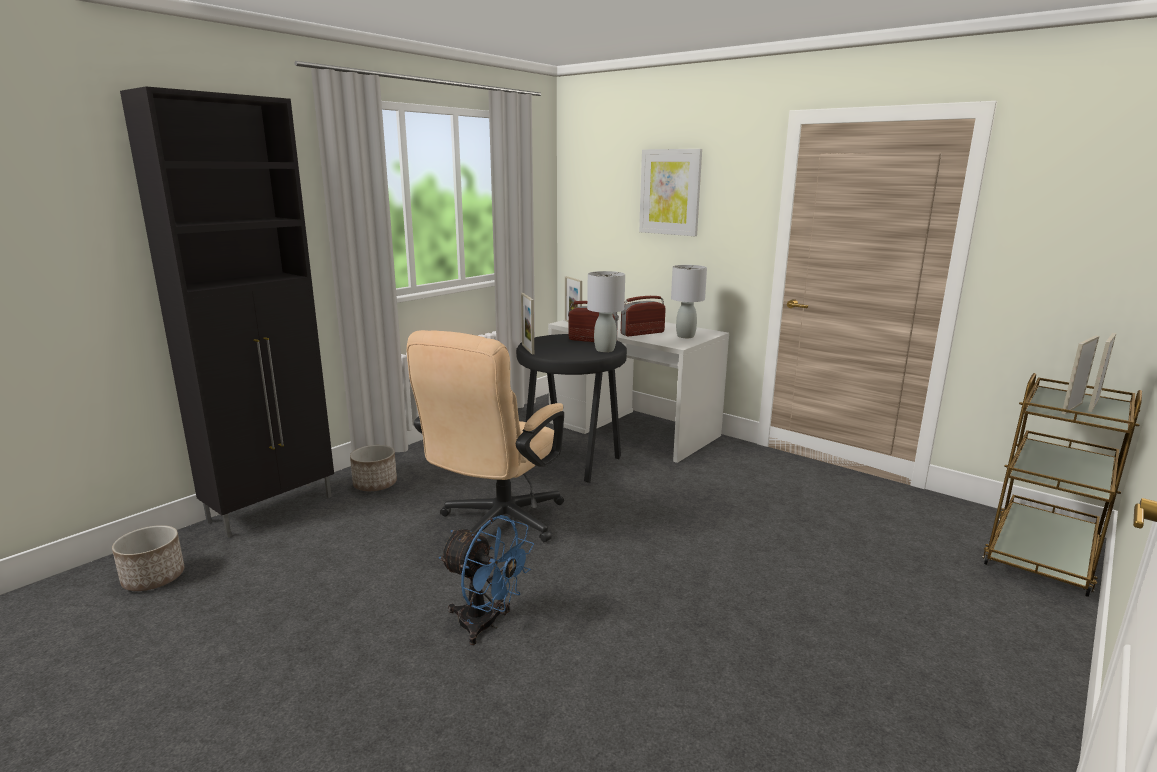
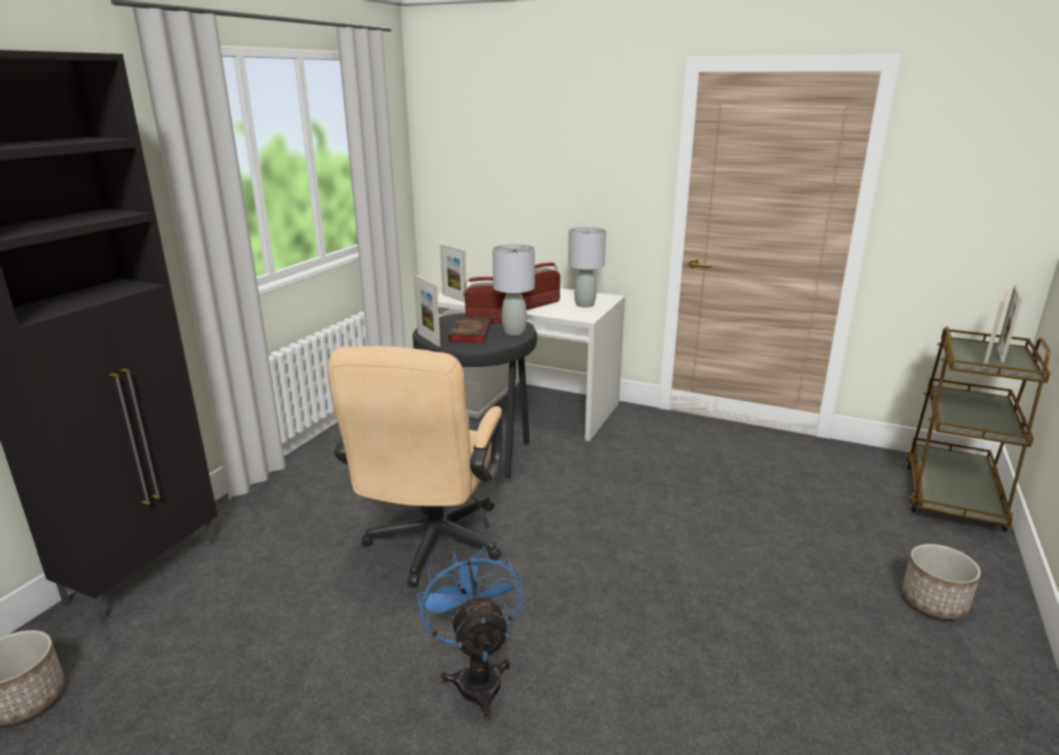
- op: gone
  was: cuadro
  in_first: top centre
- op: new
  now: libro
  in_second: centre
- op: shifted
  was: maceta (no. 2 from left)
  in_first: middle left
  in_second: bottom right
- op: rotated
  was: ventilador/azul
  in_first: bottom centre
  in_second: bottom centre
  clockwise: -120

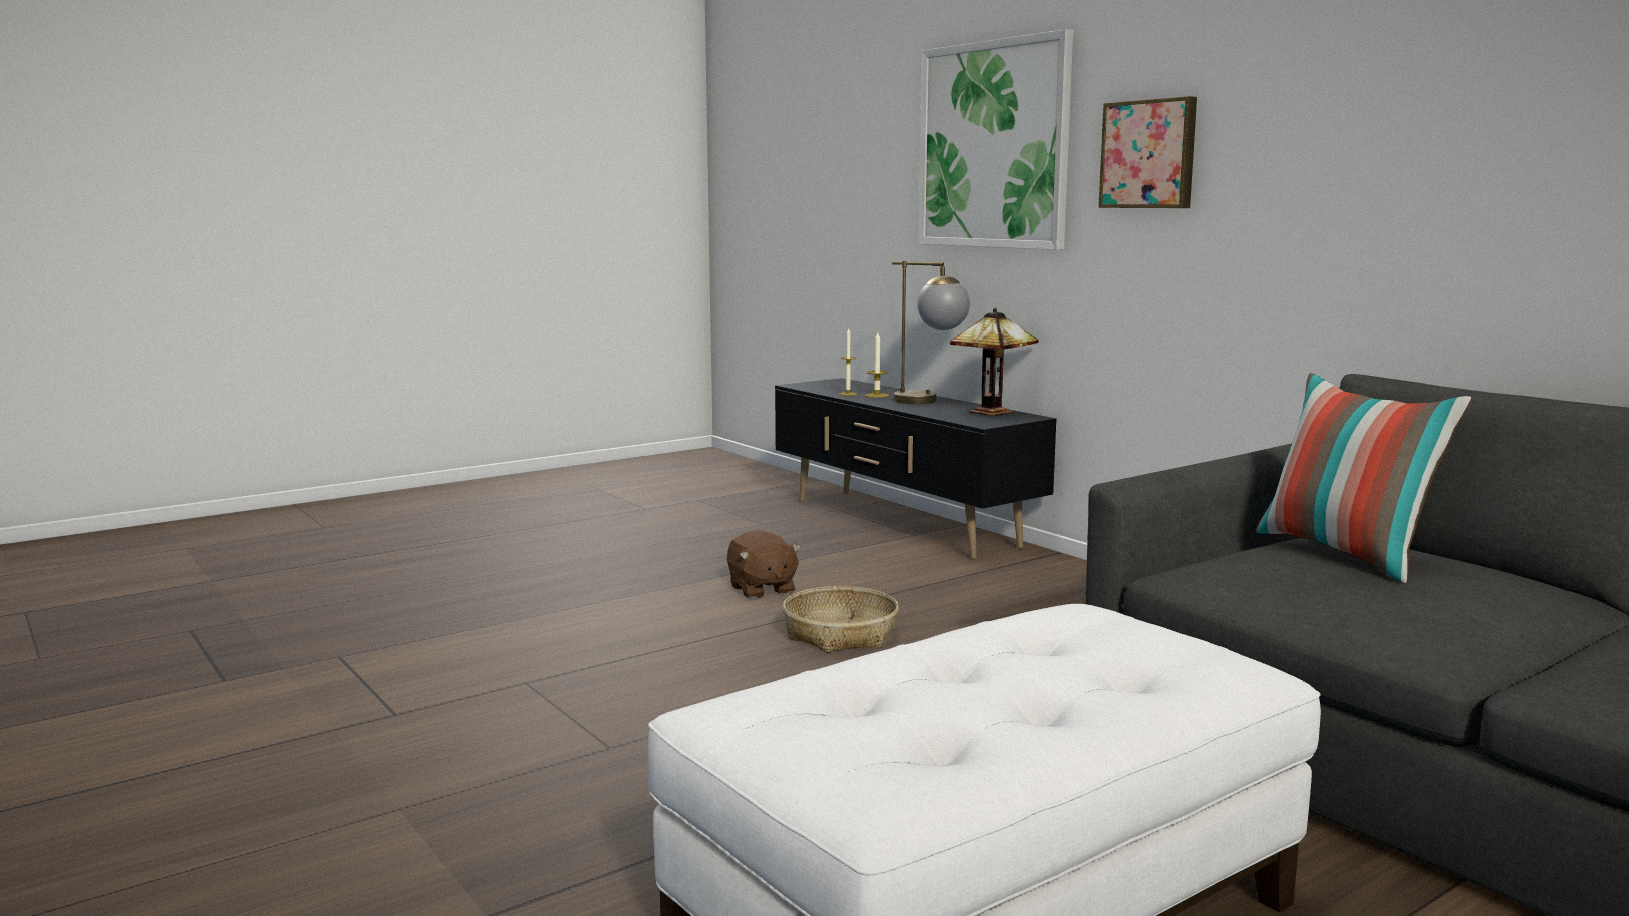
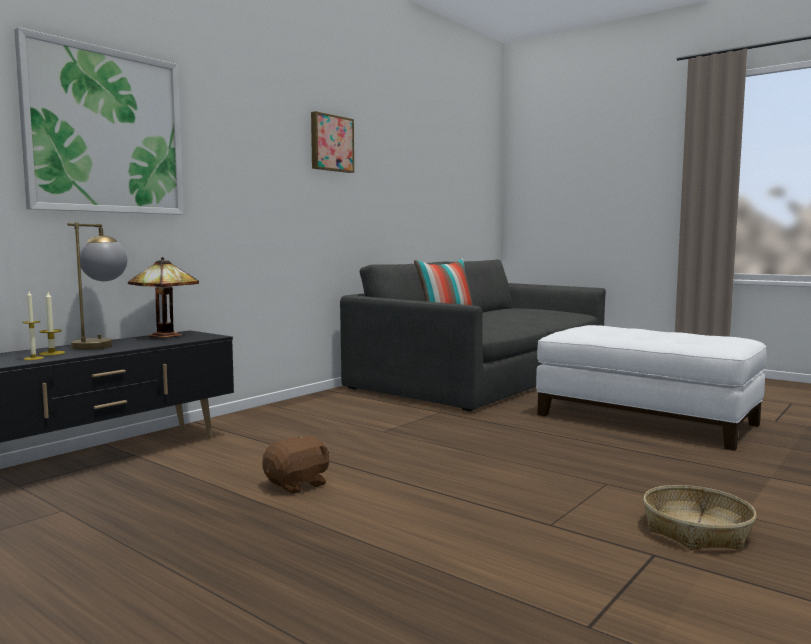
- op: shifted
  was: cesta
  in_first: bottom centre
  in_second: bottom right
- op: shifted
  was: cuadro (no. 2 from left)
  in_first: top right
  in_second: top centre

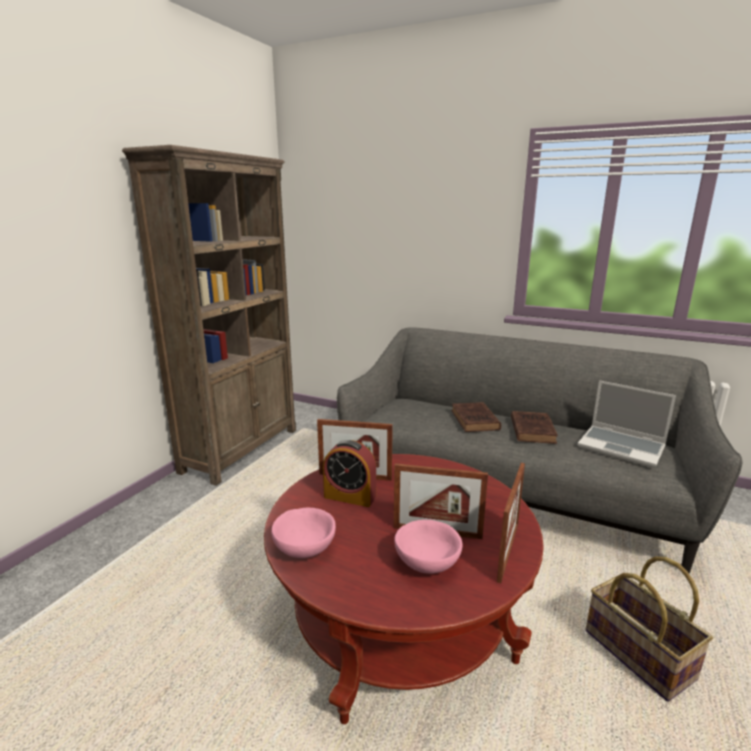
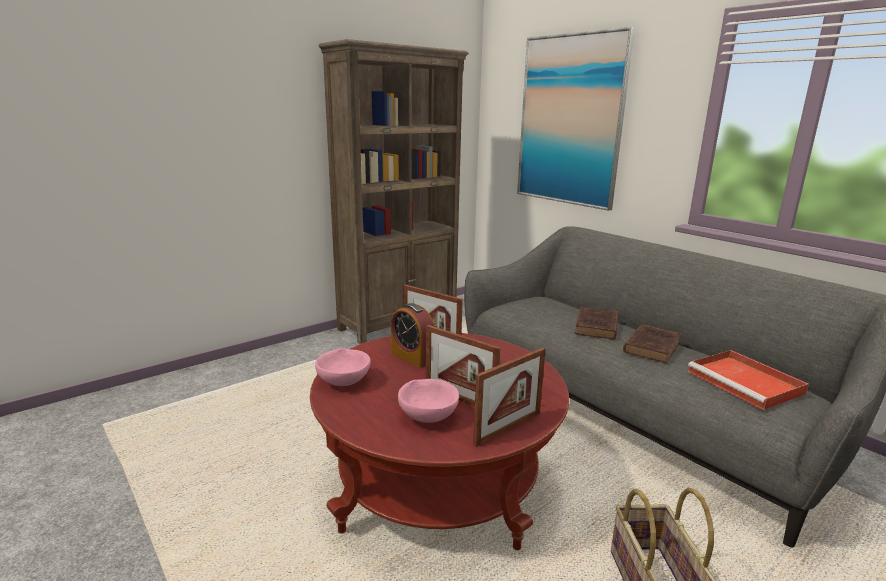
- op: new
  now: cuadro
  in_second: top centre
- op: swapped
  was: portátil
  now: bandeja/rojo
  in_first: middle right
  in_second: middle right

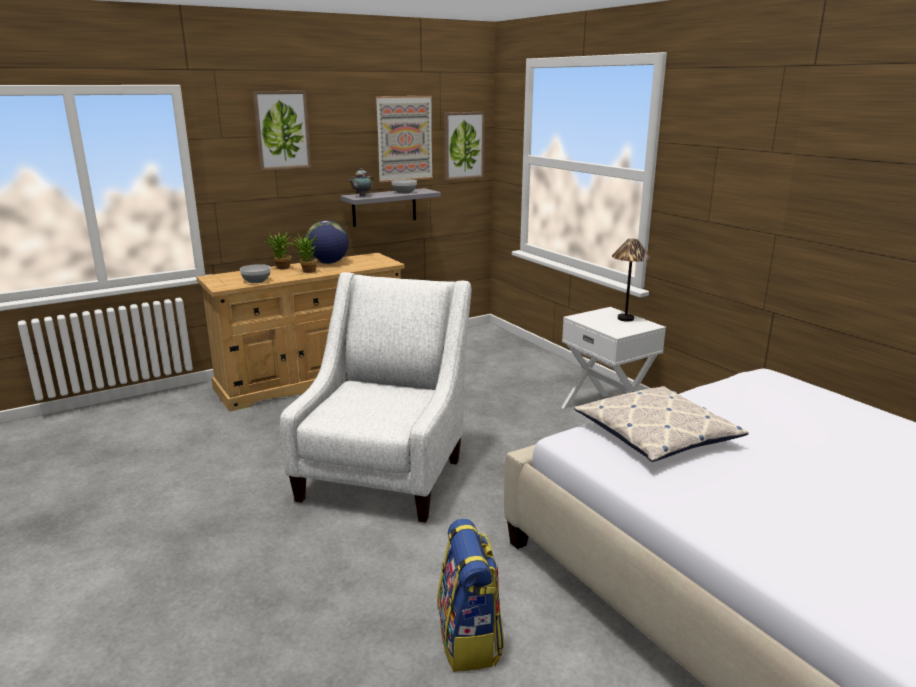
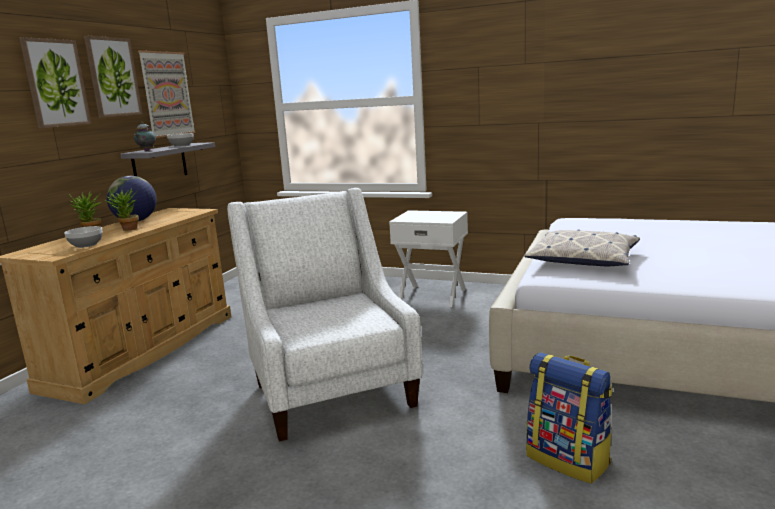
- op: gone
  was: lámpara de mesa
  in_first: middle right
- op: shifted
  was: cuadro (no. 3 from left in the first image)
  now: cuadro (no. 2 from left)
  in_first: top centre
  in_second: top left

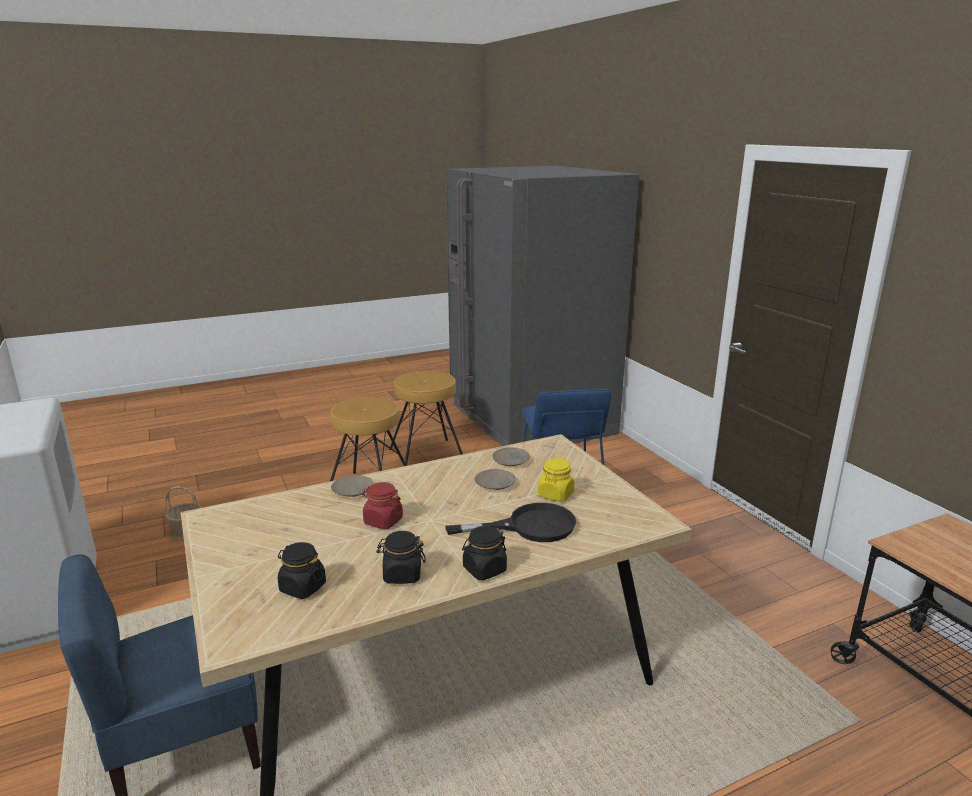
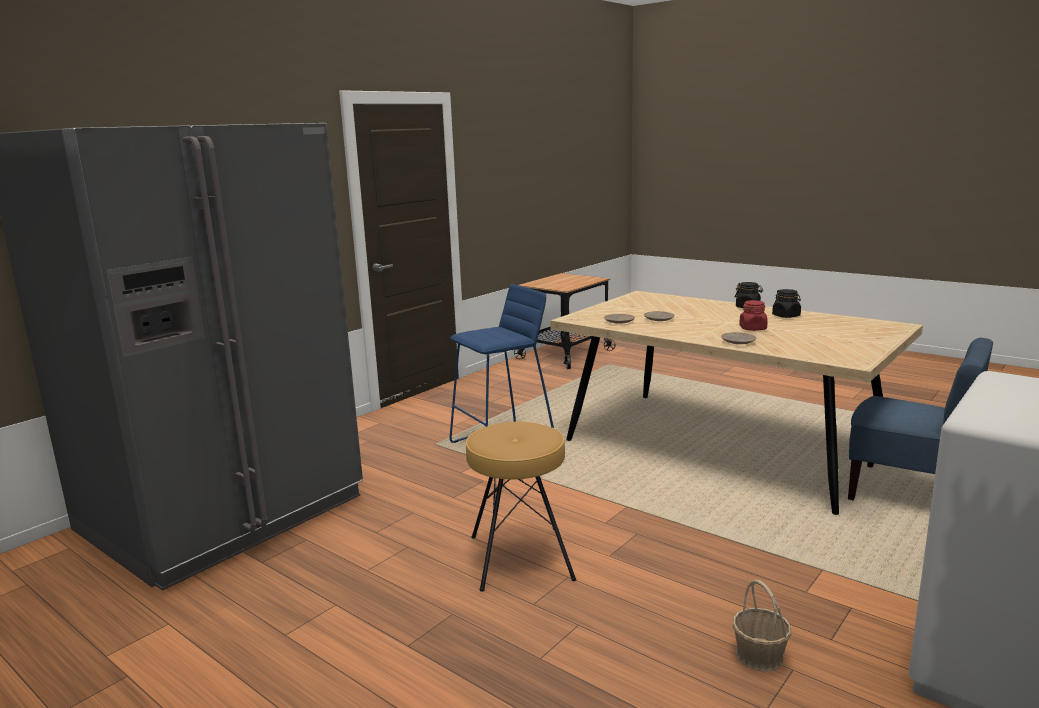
- op: gone
  was: tarro/negro (no. 1 from left)
  in_first: bottom left
- op: gone
  was: taburete/marrón (no. 2 from left)
  in_first: centre
- op: gone
  was: sartén/negro
  in_first: centre
- op: gone
  was: tarro/amarillo
  in_first: centre

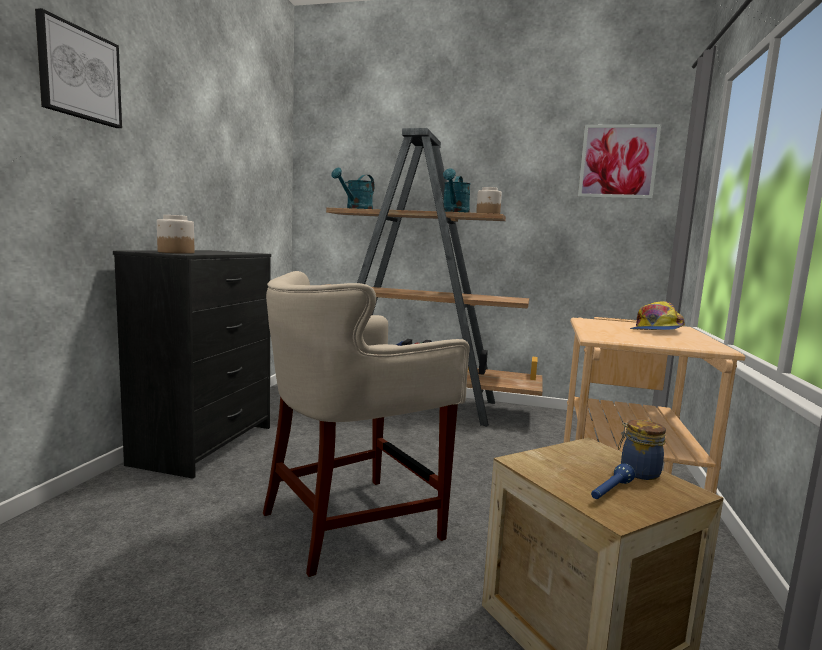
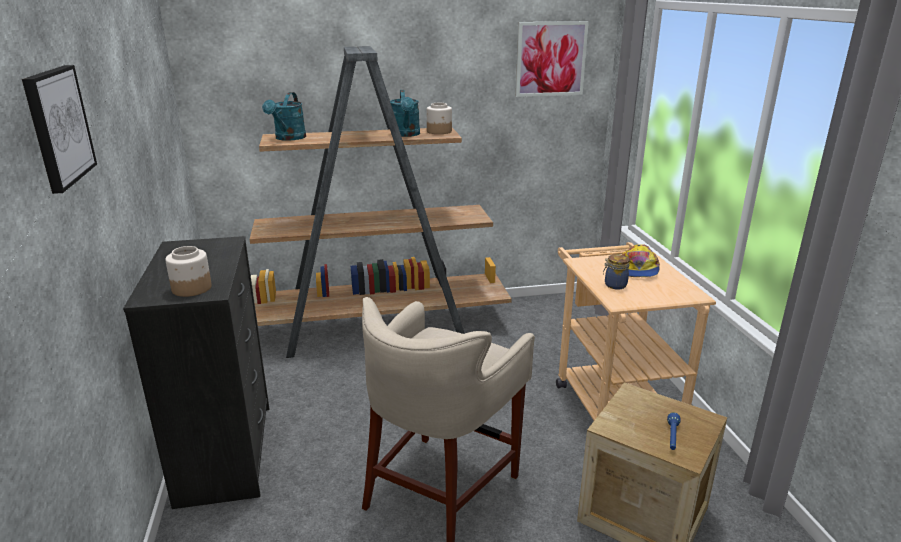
- op: shifted
  was: tarro (no. 3 from left)
  in_first: bottom right
  in_second: middle right

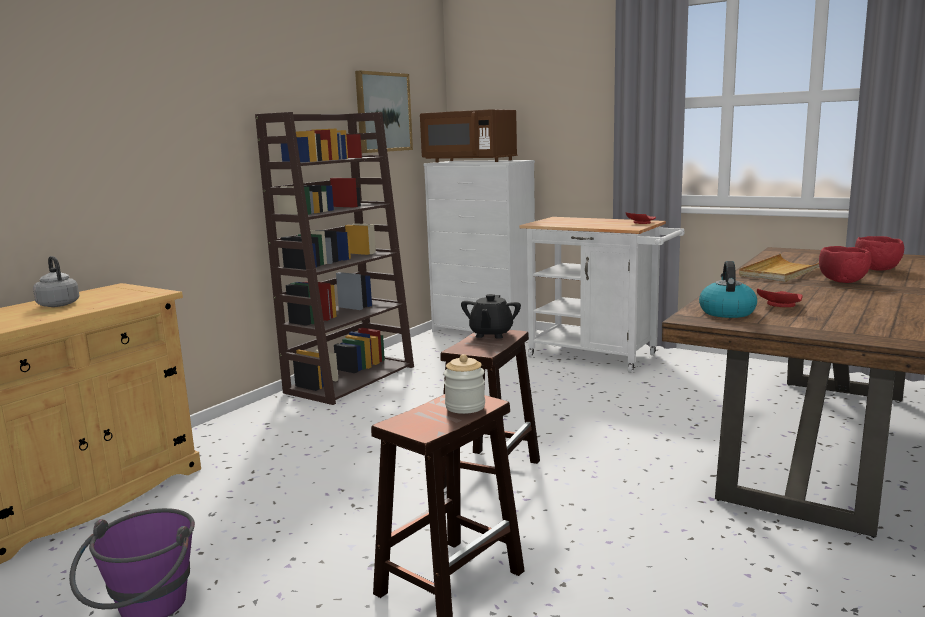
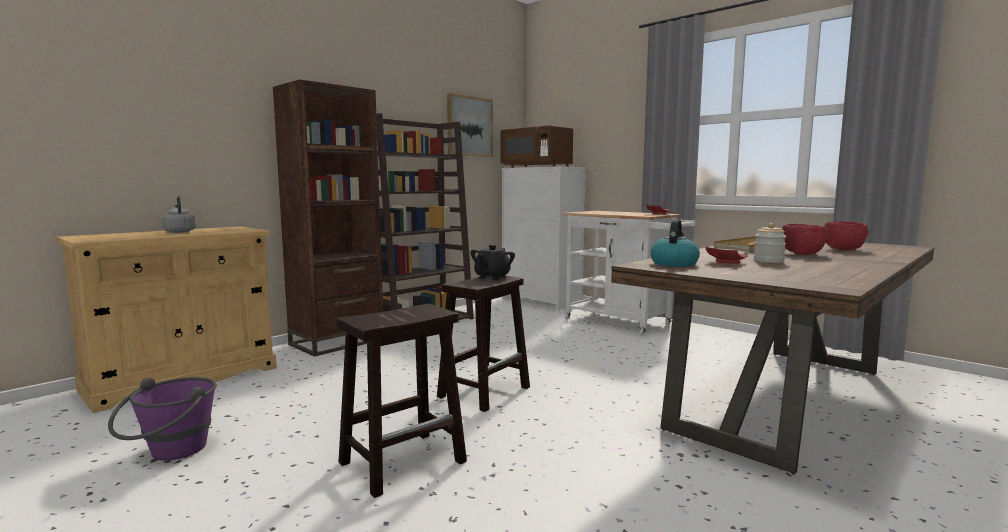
- op: new
  now: estantería/marrón (no. 1 from left)
  in_second: middle left
- op: shifted
  was: tarro
  in_first: centre
  in_second: middle right

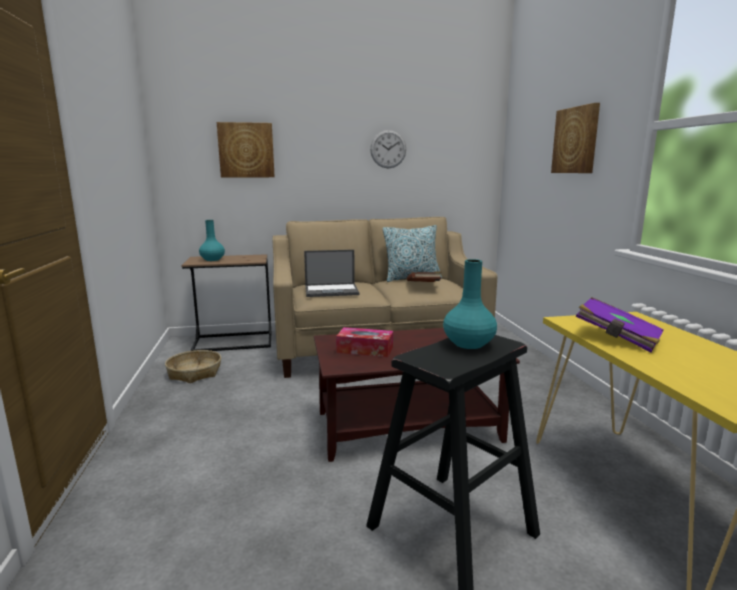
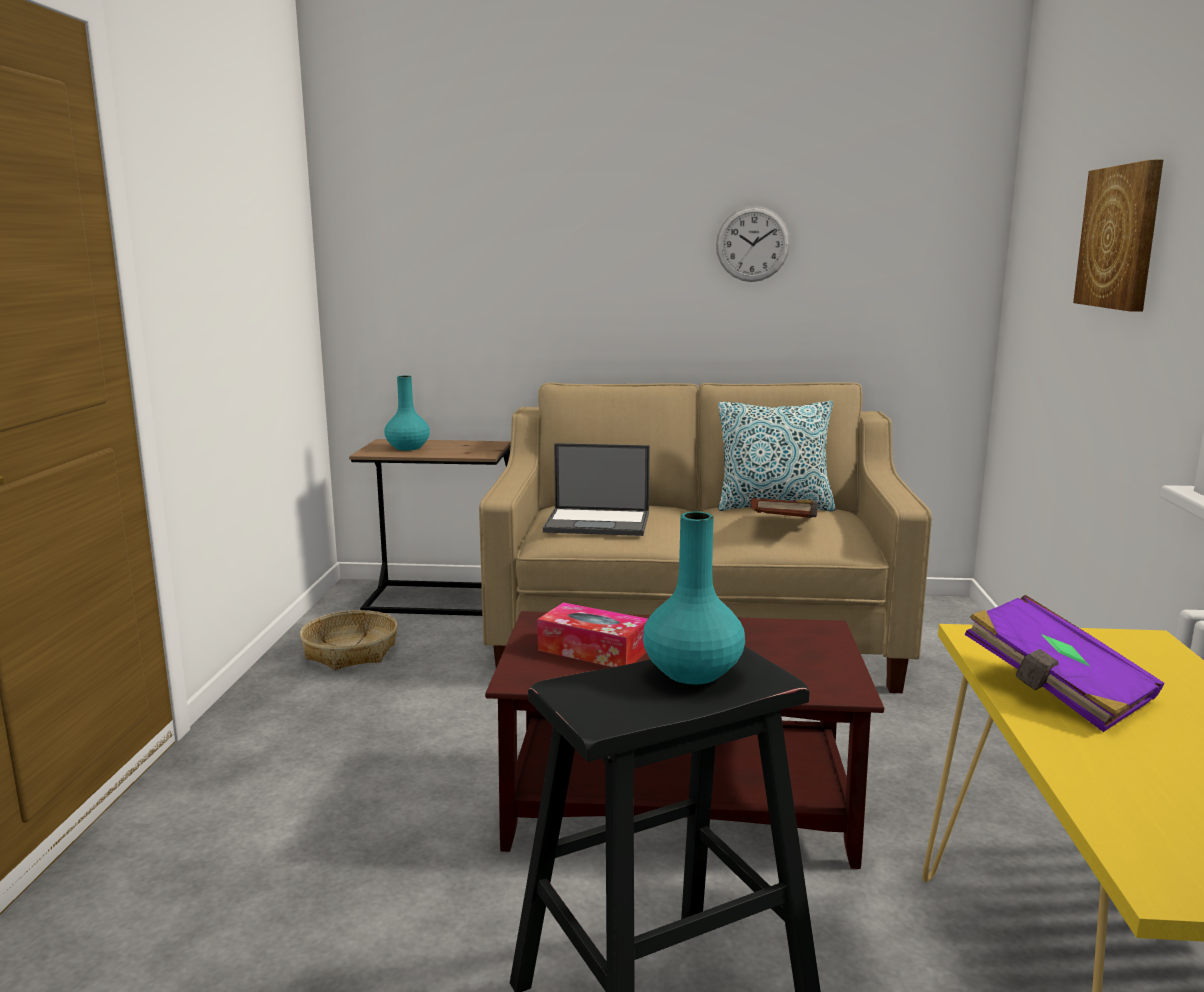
- op: gone
  was: cuadro (no. 1 from left)
  in_first: top centre

